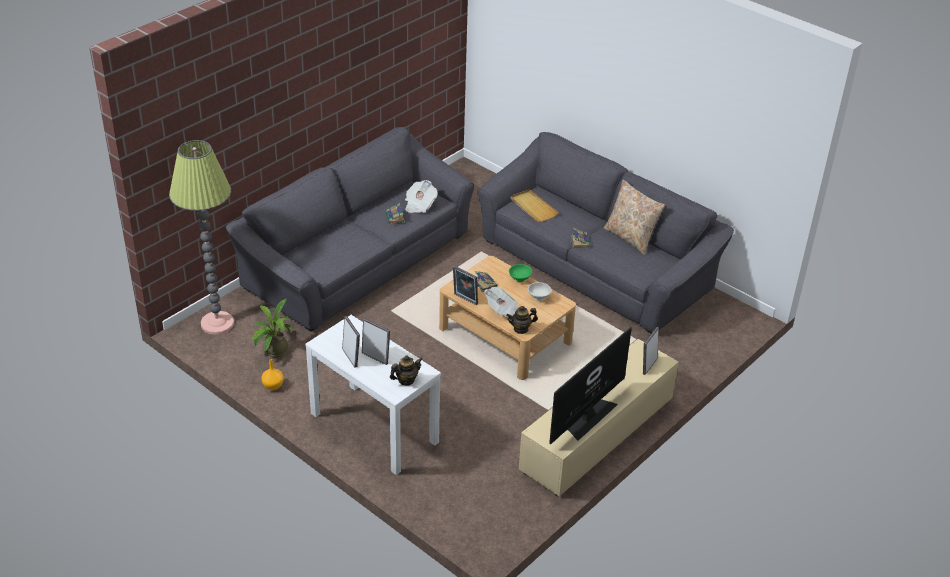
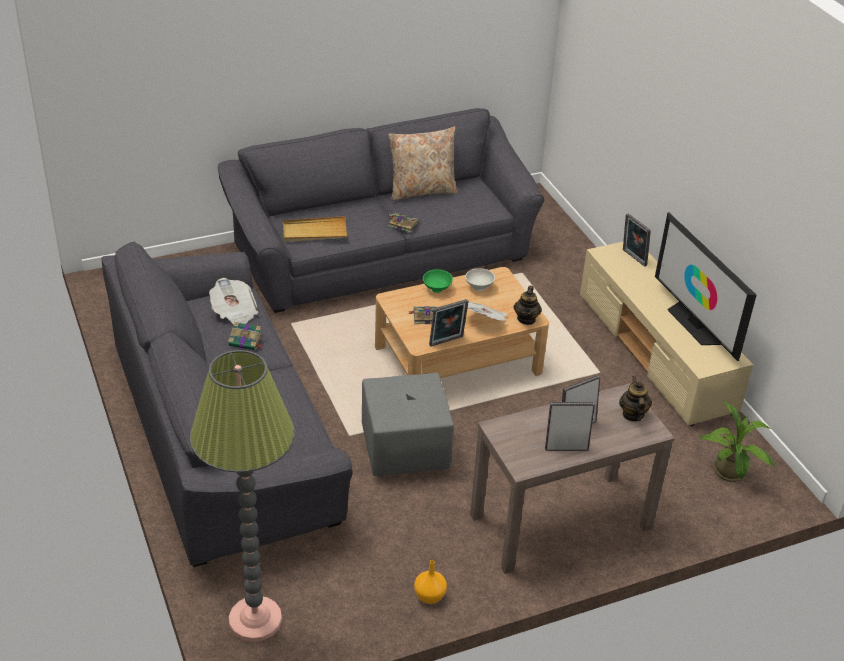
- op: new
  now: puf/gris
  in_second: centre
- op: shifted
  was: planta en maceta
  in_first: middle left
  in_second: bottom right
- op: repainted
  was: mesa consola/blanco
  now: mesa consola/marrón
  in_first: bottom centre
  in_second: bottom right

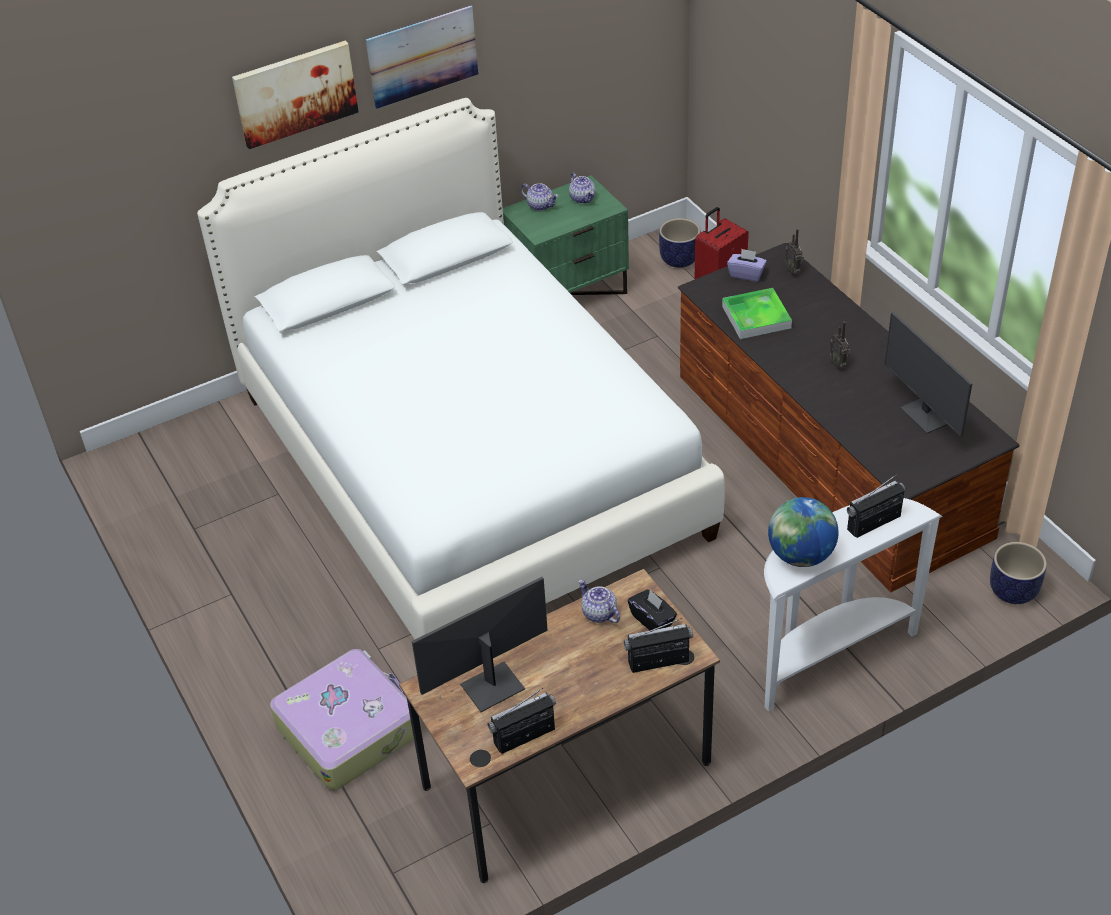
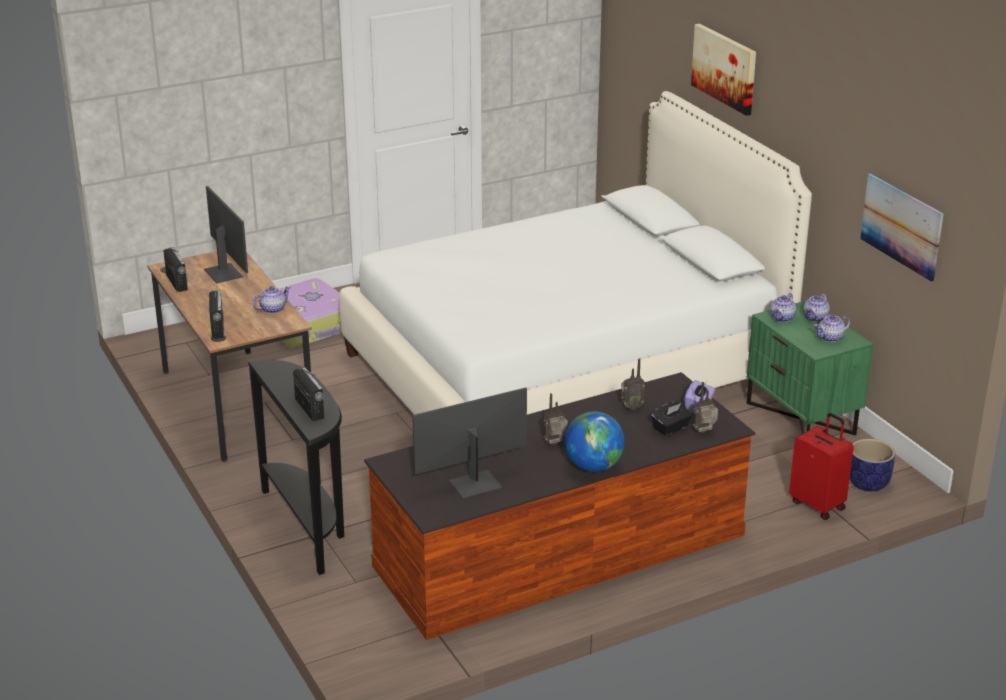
- op: gone
  was: maceta (no. 2 from left)
  in_first: middle right
- op: new
  now: tetera (no. 2 from left)
  in_second: middle right
- op: shifted
  was: cuadro (no. 2 from left)
  in_first: top centre
  in_second: top right
- op: shifted
  was: caja de pañuelos/negro
  in_first: centre
  in_second: middle right
- op: shifted
  was: globo terráqueo
  in_first: middle right
  in_second: centre
- op: swapped
  was: bandeja
  now: radio (no. 5 from left)
  in_first: middle right
  in_second: centre
- op: repainted
  was: mesa consola/blanco
  now: mesa consola/negro
  in_first: middle right
  in_second: bottom left

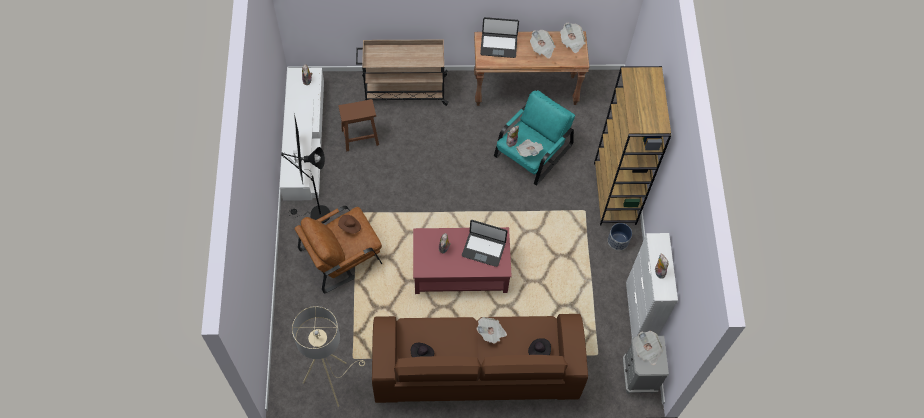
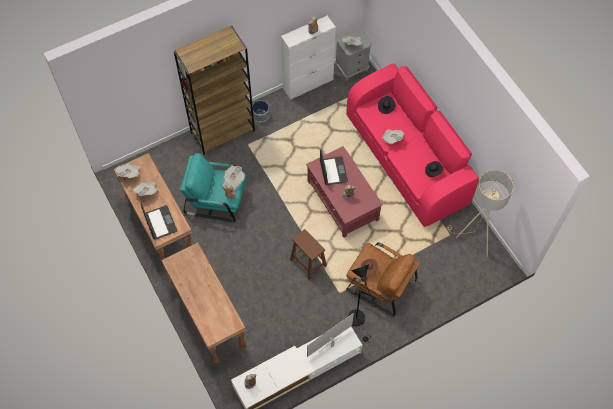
- op: shifted
  was: taburete/marrón
  in_first: top centre
  in_second: centre
- op: swapped
  was: carrito/beis
  now: mesa consola/marrón (no. 2 from left)
  in_first: top centre
  in_second: bottom left
- op: repainted
  was: sofá/marrón
  now: sofá/rosa
  in_first: bottom centre
  in_second: middle right

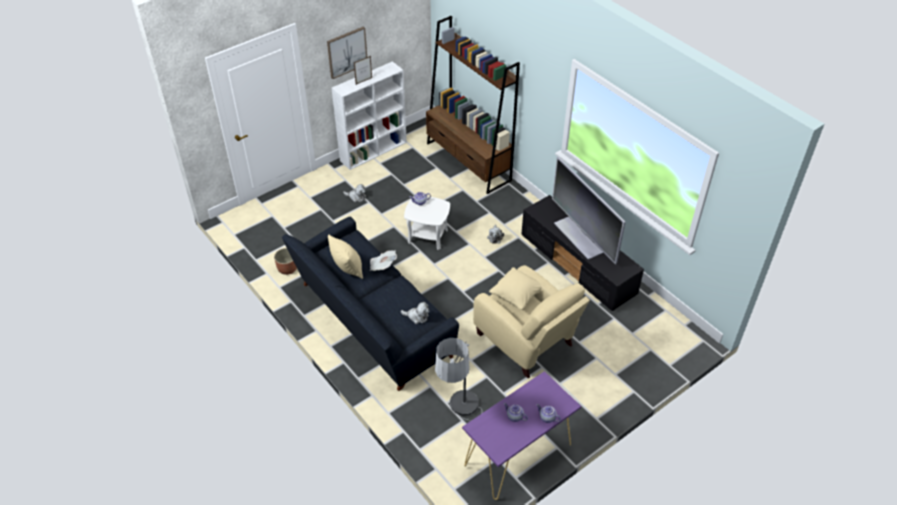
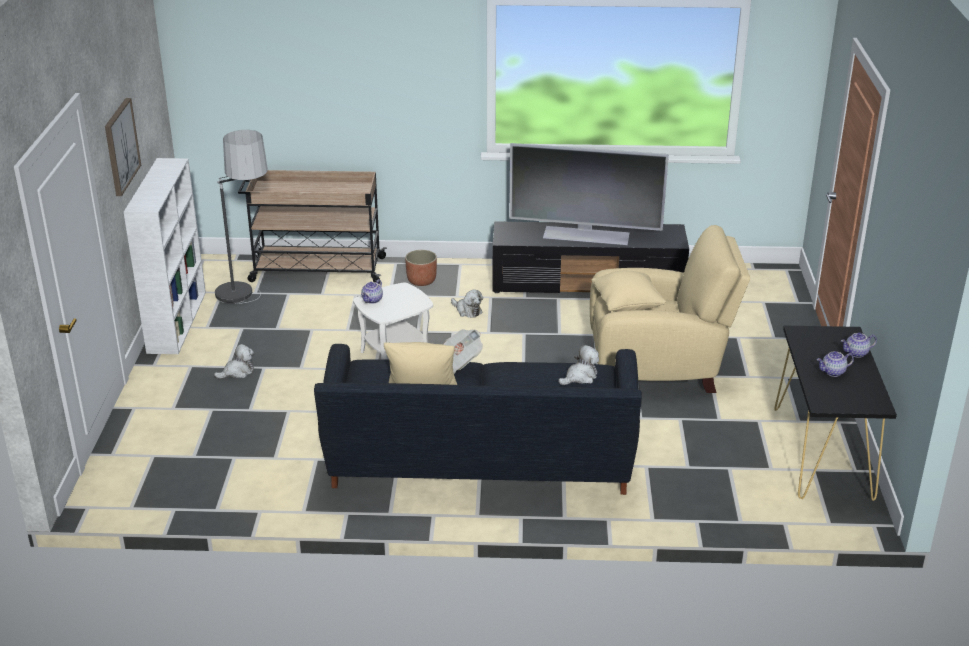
- op: gone
  was: portarretratos
  in_first: top centre
- op: shifted
  was: maceta
  in_first: middle left
  in_second: centre
- op: shifted
  was: lámpara de pie
  in_first: bottom centre
  in_second: middle left
- op: swapped
  was: estantería/marrón
  now: carrito/beis
  in_first: top centre
  in_second: middle left
- op: repainted
  was: mesa consola/morado
  now: mesa consola/negro
  in_first: bottom centre
  in_second: middle right

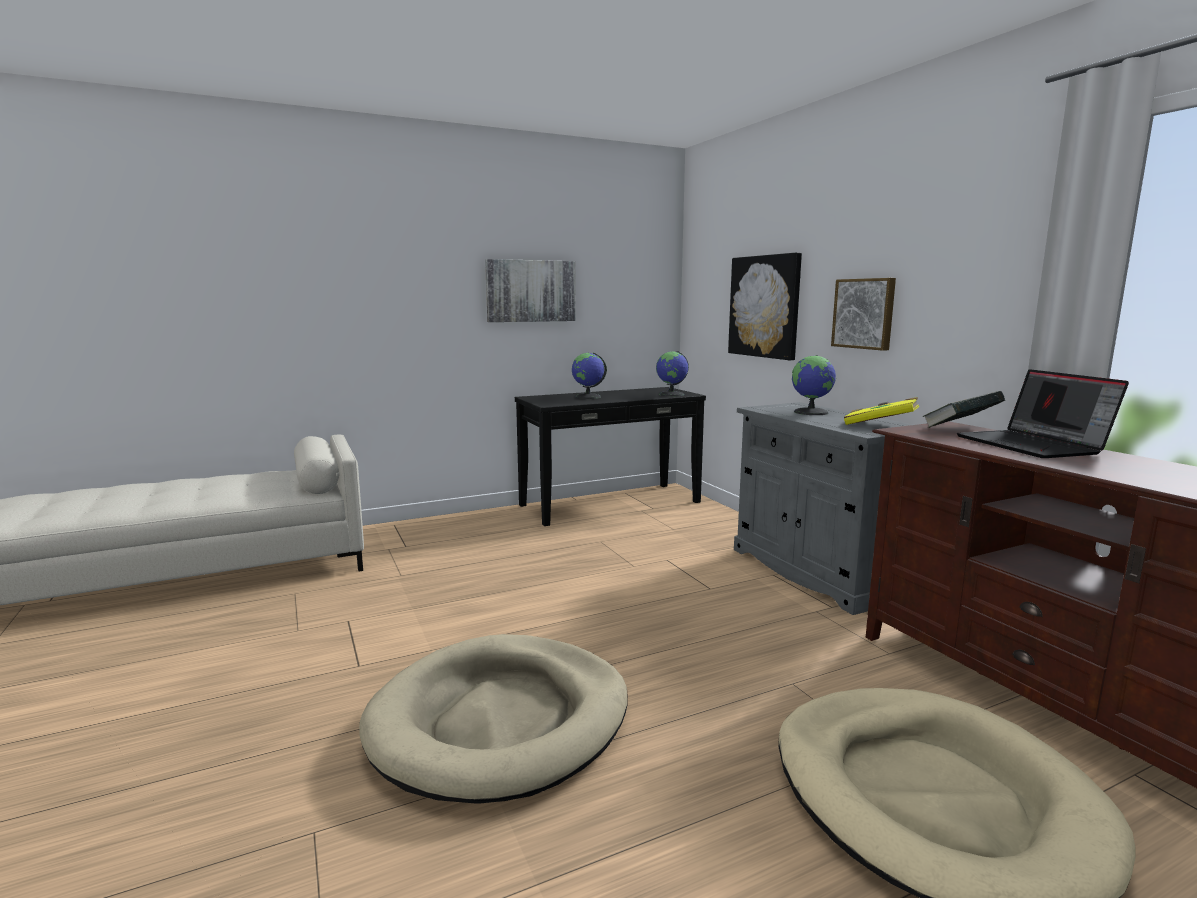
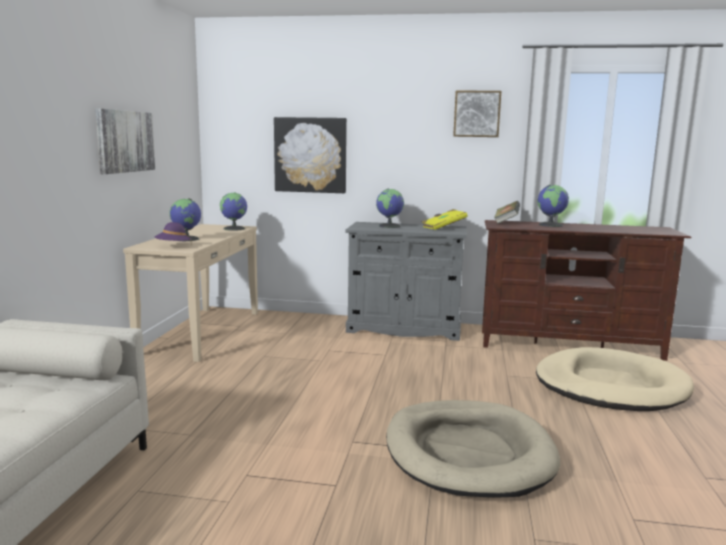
- op: new
  now: sombrero/morado
  in_second: middle left
- op: shifted
  was: cuadro (no. 3 from left)
  in_first: middle right
  in_second: top centre
- op: swapped
  was: portátil
  now: globo terráqueo (no. 4 from left)
  in_first: middle right
  in_second: middle right
- op: repainted
  was: mesa consola/negro
  now: mesa consola/beis
  in_first: centre
  in_second: middle left

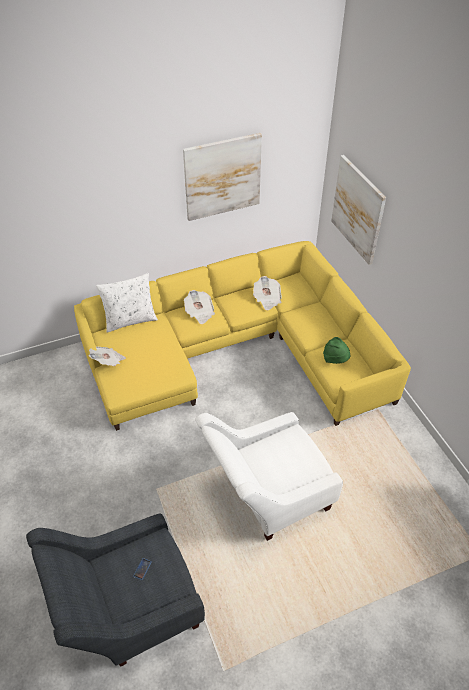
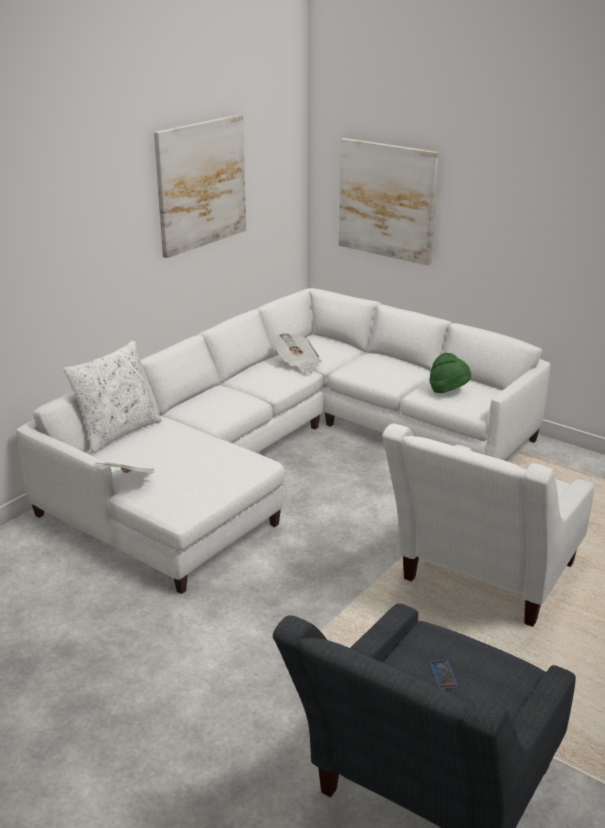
- op: gone
  was: periódico (no. 2 from left)
  in_first: centre
- op: repainted
  was: sofá/amarillo
  now: sofá/blanco
  in_first: centre
  in_second: centre

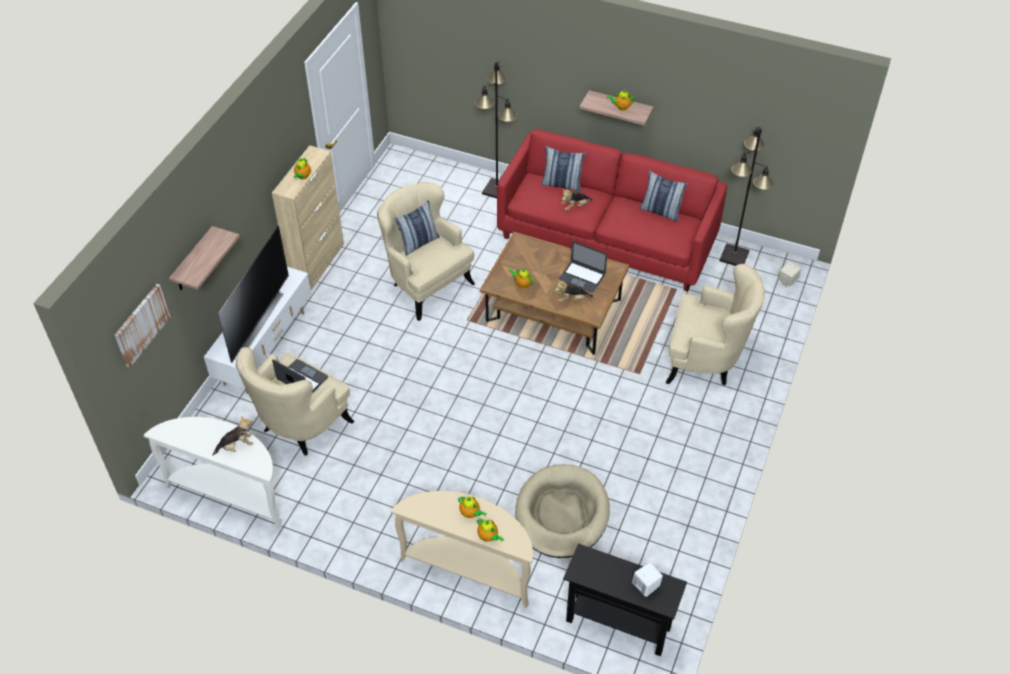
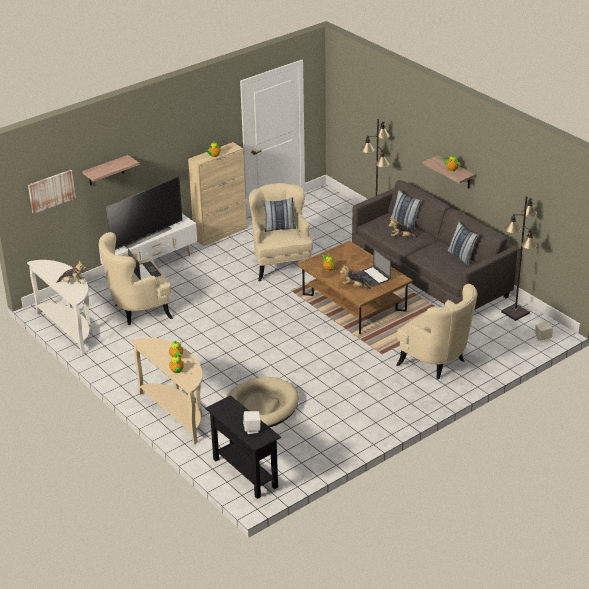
- op: repainted
  was: sofá/rojo
  now: sofá/gris
  in_first: top centre
  in_second: middle right

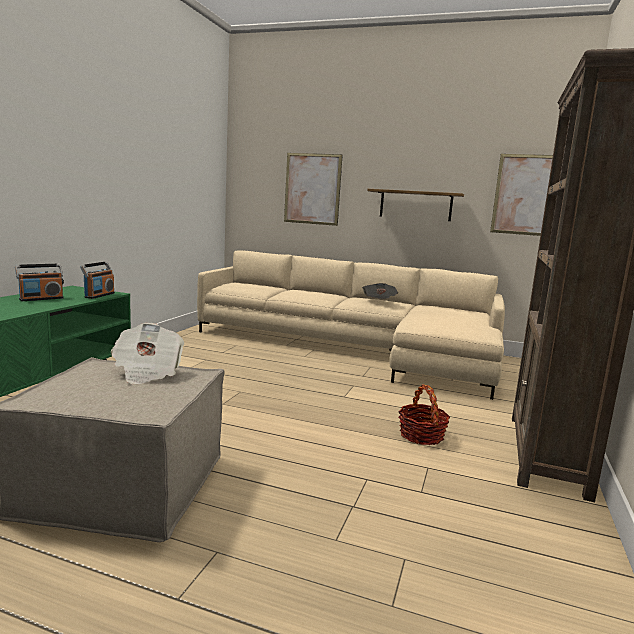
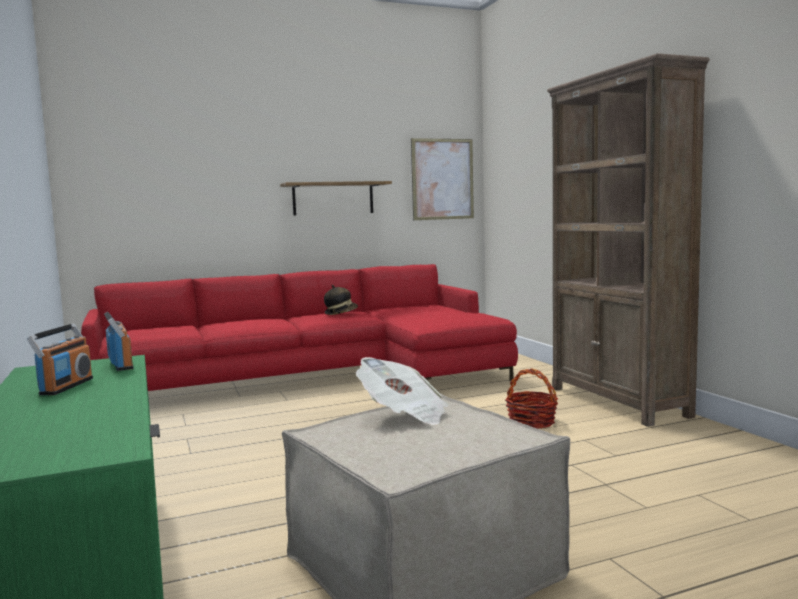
- op: gone
  was: cuadro (no. 1 from left)
  in_first: top centre
- op: swapped
  was: periódico (no. 2 from left)
  now: sombrero
  in_first: centre
  in_second: centre
- op: repainted
  was: sofá/beis
  now: sofá/rojo
  in_first: centre
  in_second: centre

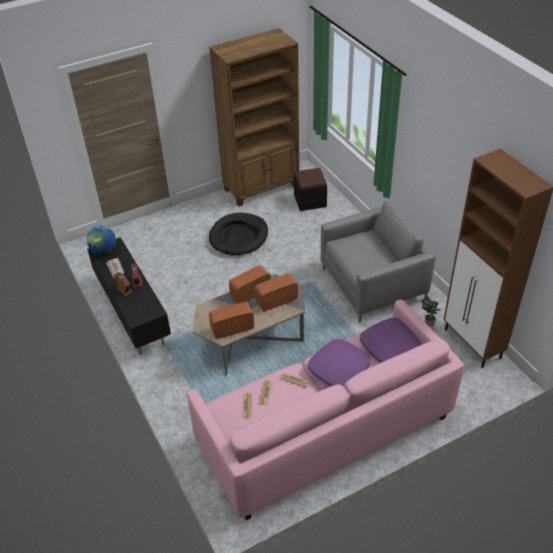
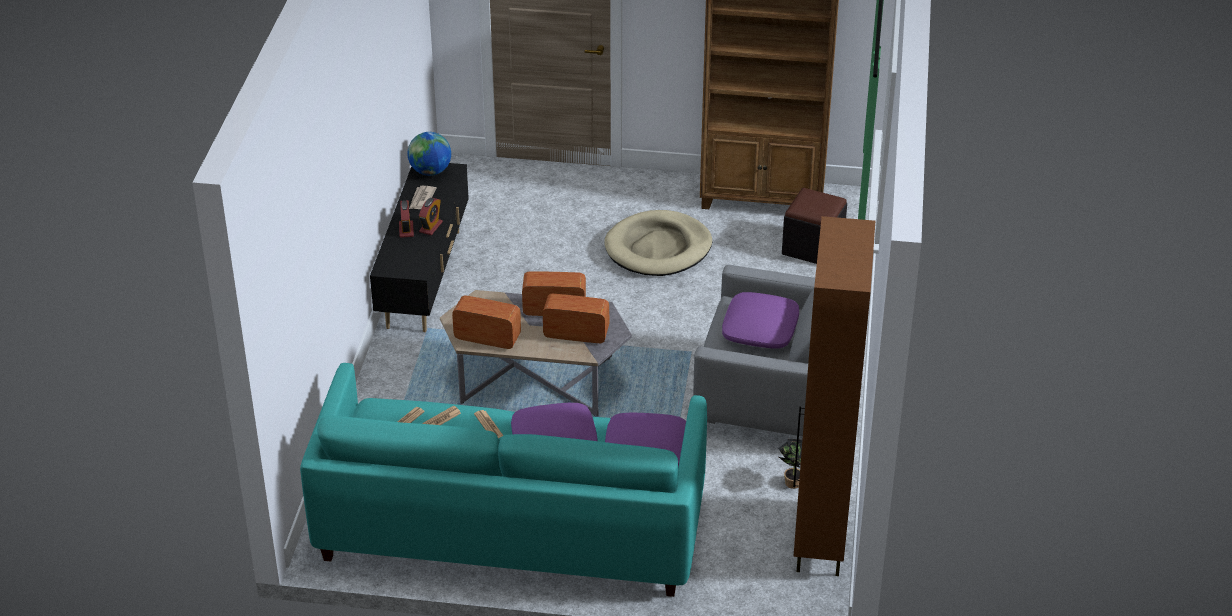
- op: new
  now: cojín/morado (no. 3 from left)
  in_second: centre
- op: repainted
  was: sofá/rosa
  now: sofá/turquesa
  in_first: bottom centre
  in_second: bottom centre
- op: repainted
  was: cama para perro/negro
  now: cama para perro/beis
  in_first: centre
  in_second: centre

